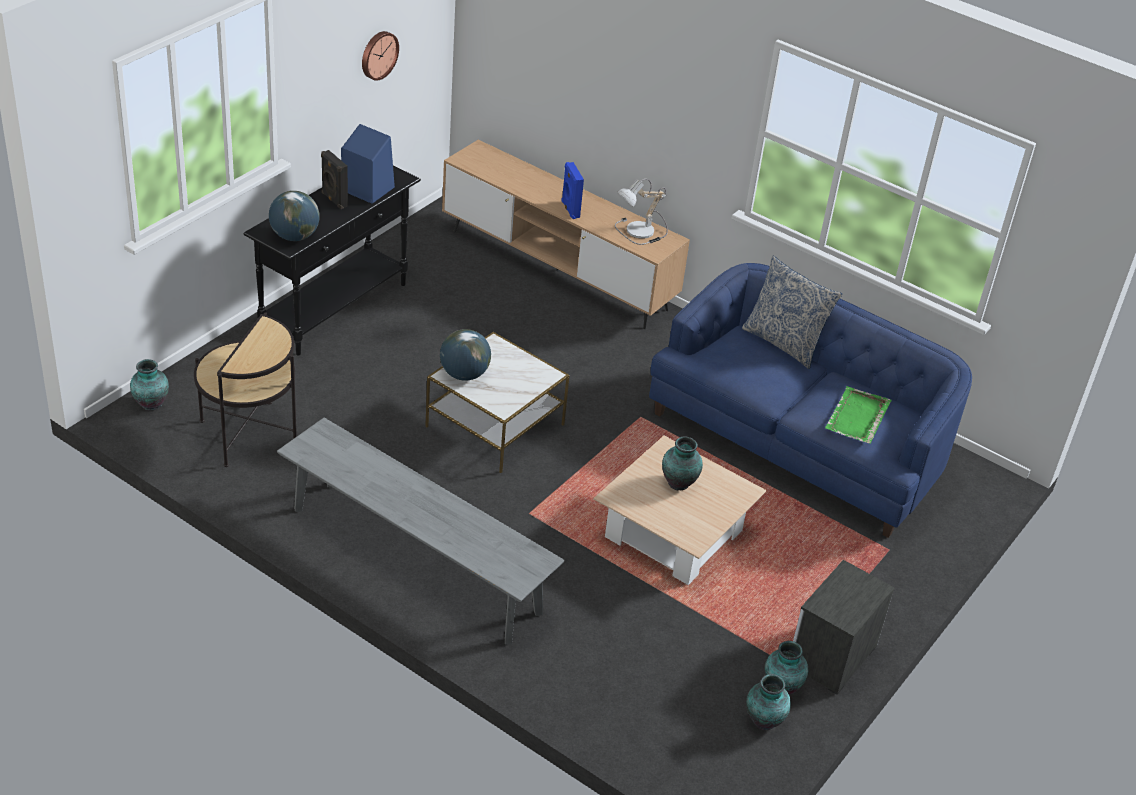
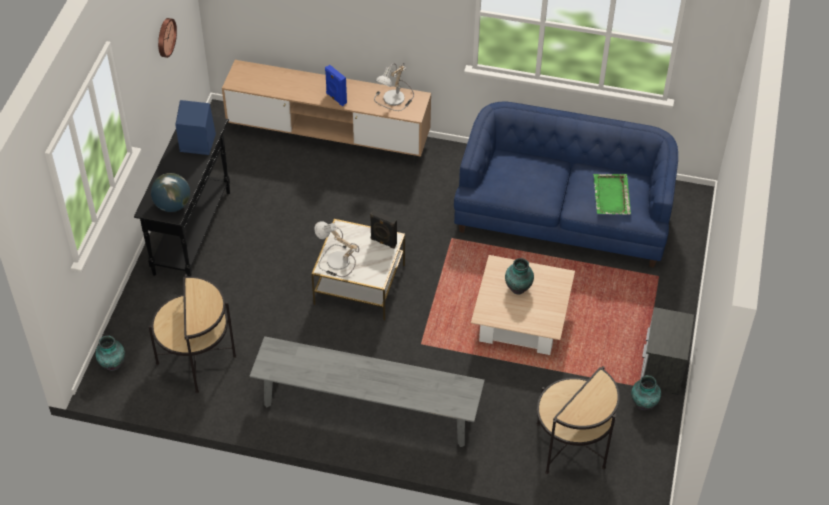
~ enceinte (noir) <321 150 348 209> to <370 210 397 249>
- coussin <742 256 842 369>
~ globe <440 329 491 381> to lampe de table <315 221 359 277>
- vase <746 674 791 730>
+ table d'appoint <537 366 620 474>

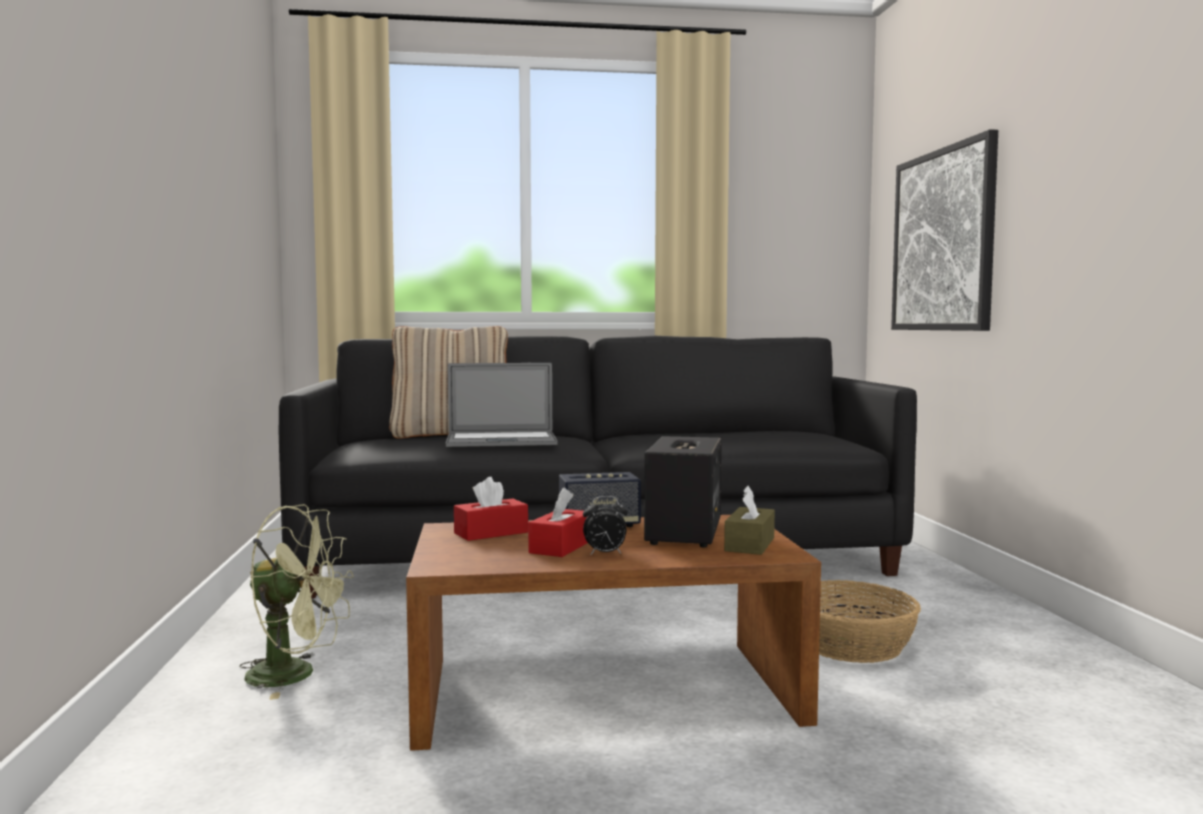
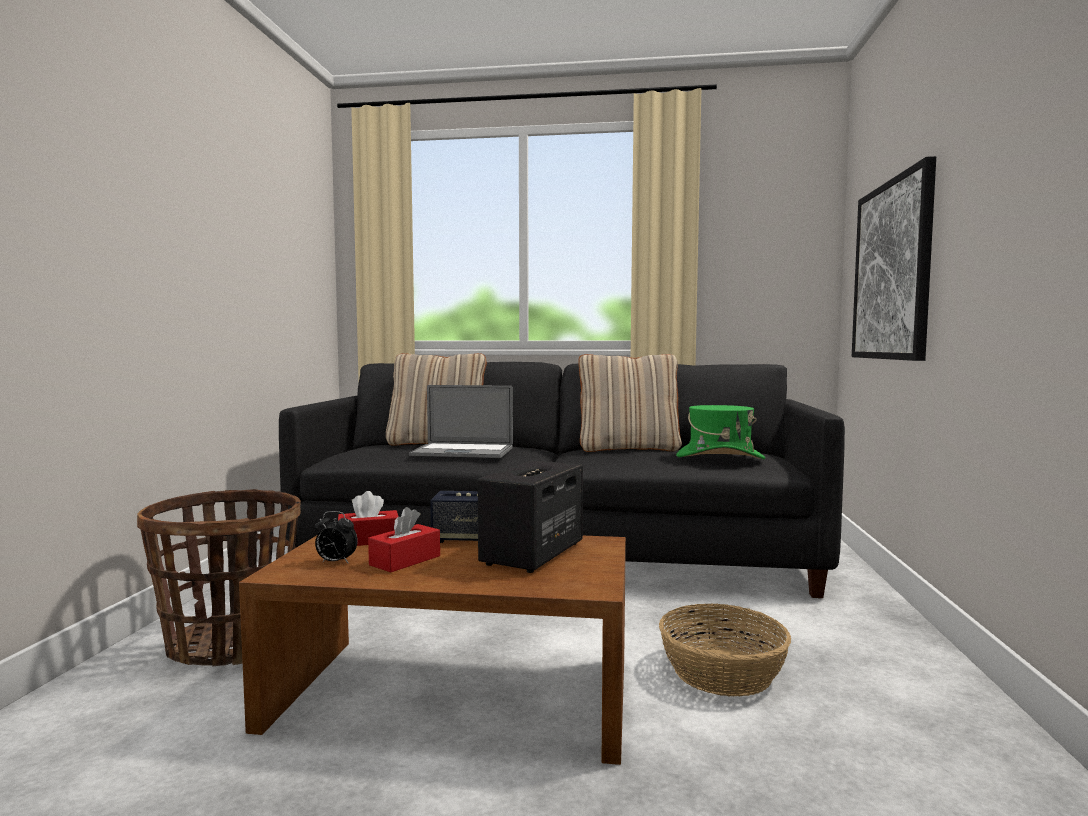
- boîte à mouchoirs (marron) <724 486 775 555>
~ réveil <583 496 627 555> to <315 511 358 563>
~ ventilateur (vert) <239 504 354 700> to panier <137 489 301 667>
+ coussin (beige) <578 354 682 452>
+ chapeau (vert) <676 405 765 459>

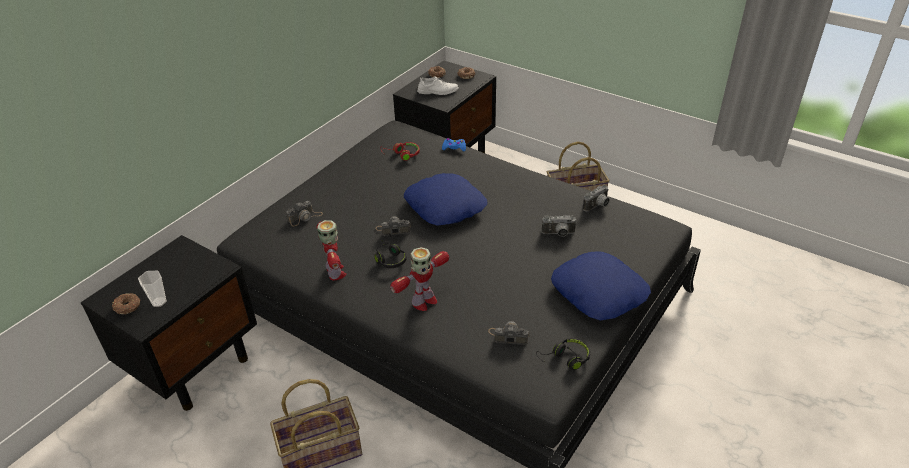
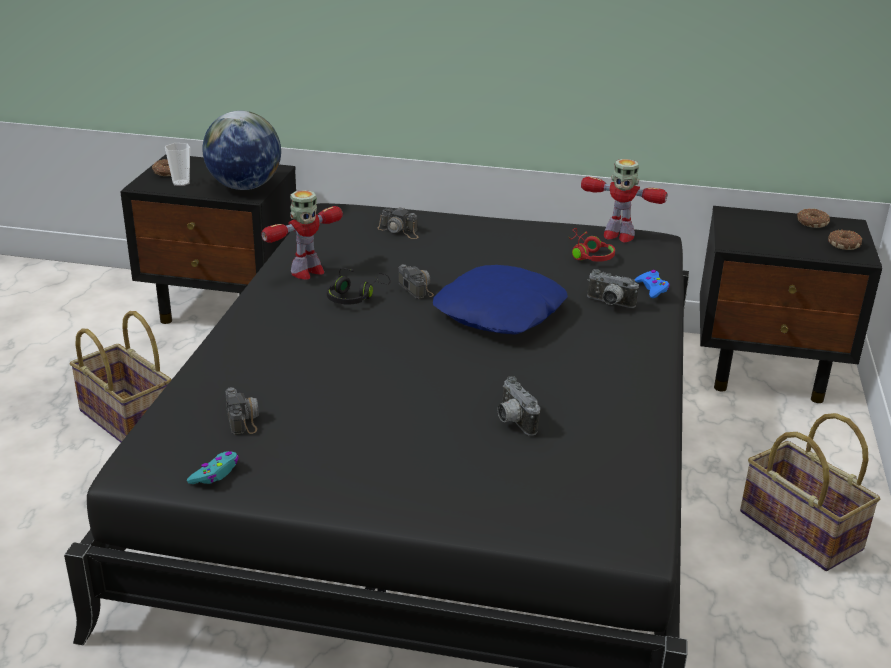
- chaussure (blanc) <417 76 459 95>
~ appareil photo <583 185 610 212> to <587 269 639 308>
~ robot jouet <390 247 449 311> to <581 159 667 242>
- coussin (bleu) <551 251 651 321>
~ casque audio (noir) <536 338 590 370> to manette (turquoise) <187 451 239 484>
+ globe <202 111 281 190>

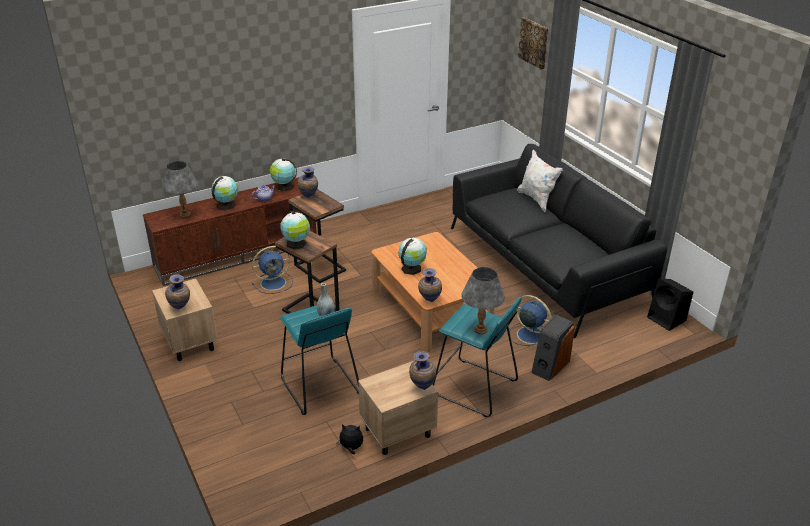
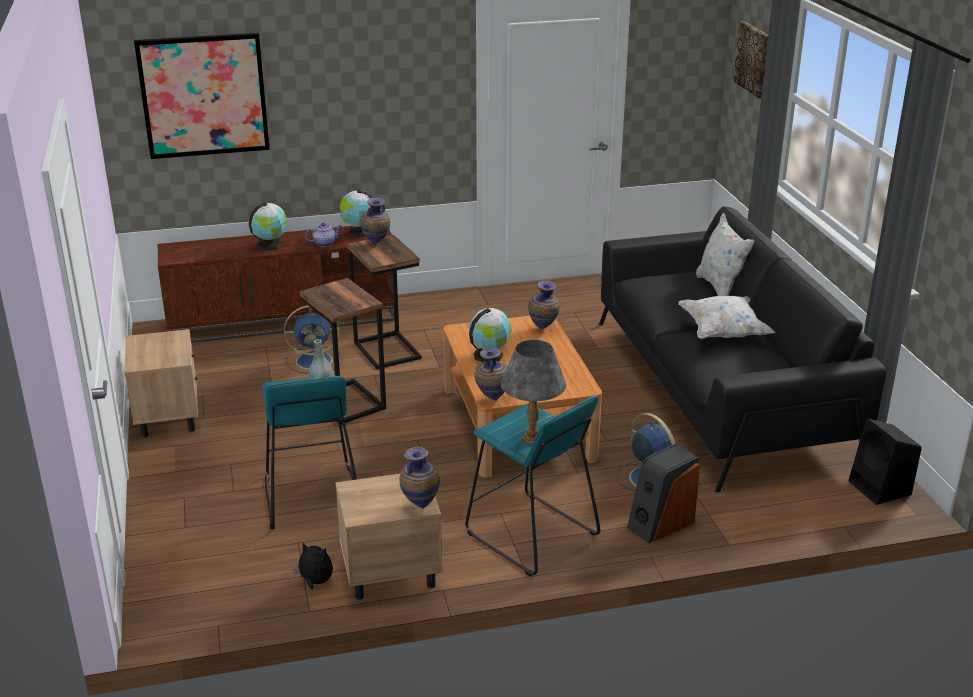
- lampe de table (gris) <162 161 198 217>
- globe <280 211 310 249>
~ vase <165 275 190 309> to <528 281 560 329>
+ tableau <134 33 270 159>
+ coussin (blanc) <679 296 775 340>

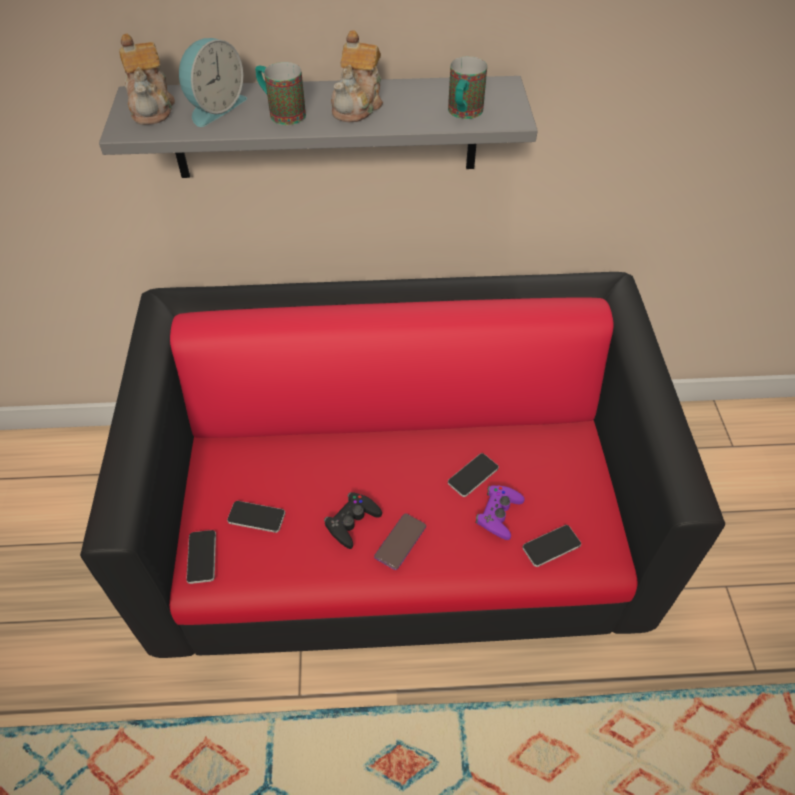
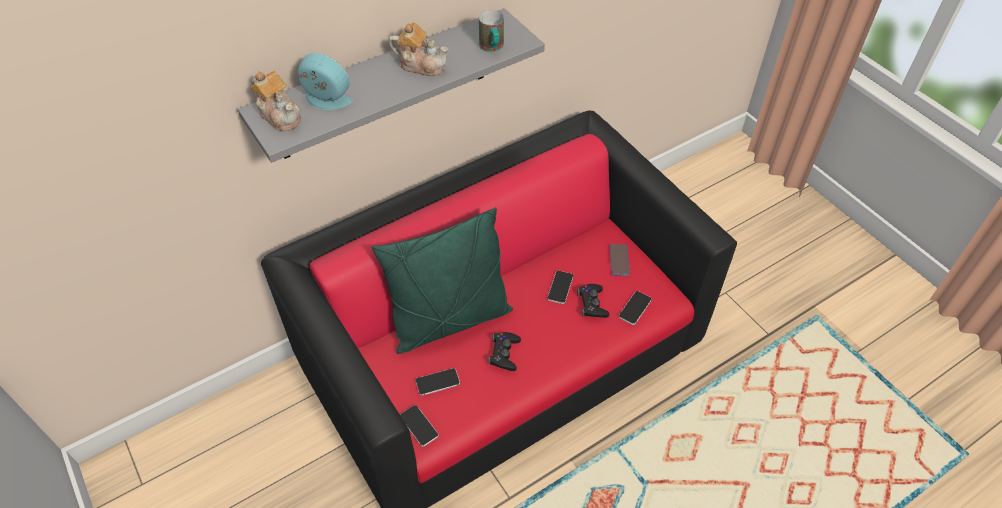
~ théière <331 31 383 122> = <389 22 449 76> 60 degrees counterclockwise
~ réveil <179 38 247 127> = <298 53 353 110> 75 degrees counterclockwise
- mug <255 62 306 125>
~ manette (violet) <476 485 525 540> to manette (noir) <577 284 609 318>
~ téléphone <374 513 426 570> to <609 244 630 276>
+ coussin (vert) <372 208 513 354>

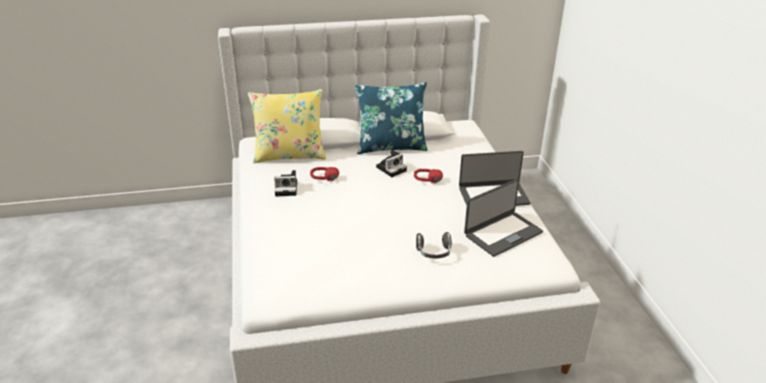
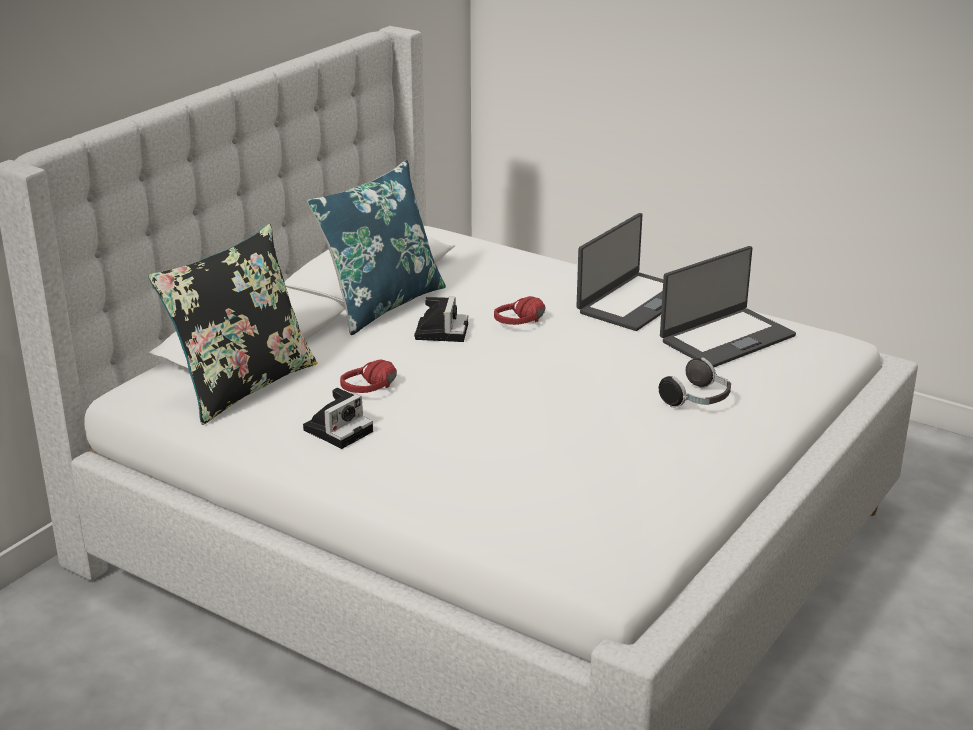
~ coussin (jaune) <248 89 326 163> to coussin (noir) <148 224 317 425>
~ ordinateur portable <464 179 543 257> = <660 246 796 367> 45 degrees clockwise

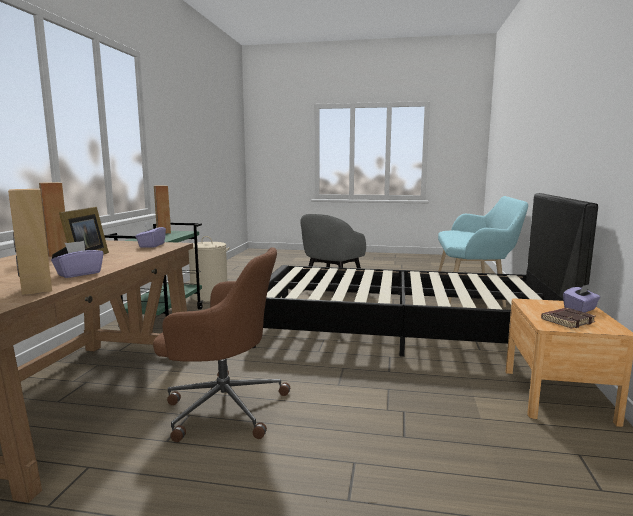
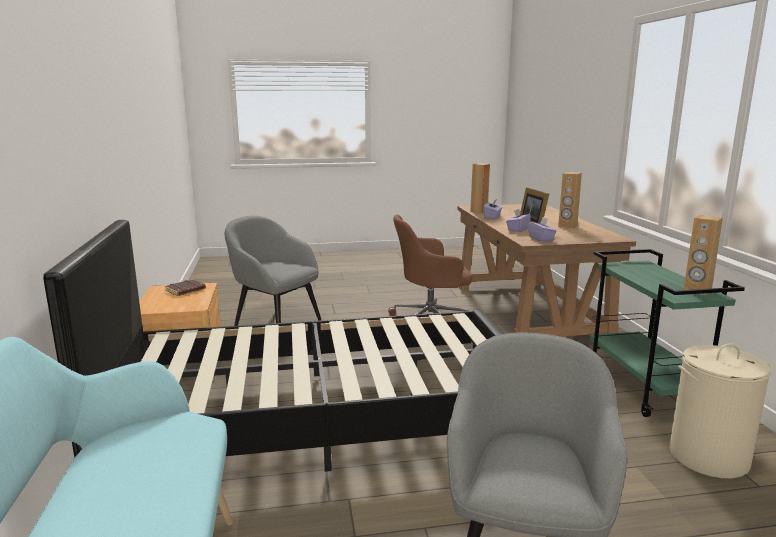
~ boîte à mouchoirs (violet) <563 284 601 313> to <506 209 531 232>
+ fauteuil (gris) <225 216 321 326>

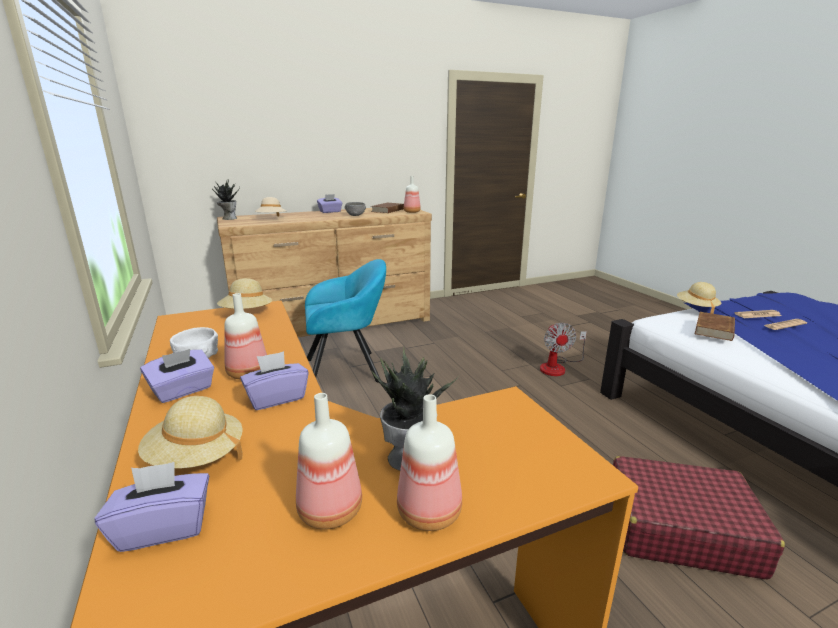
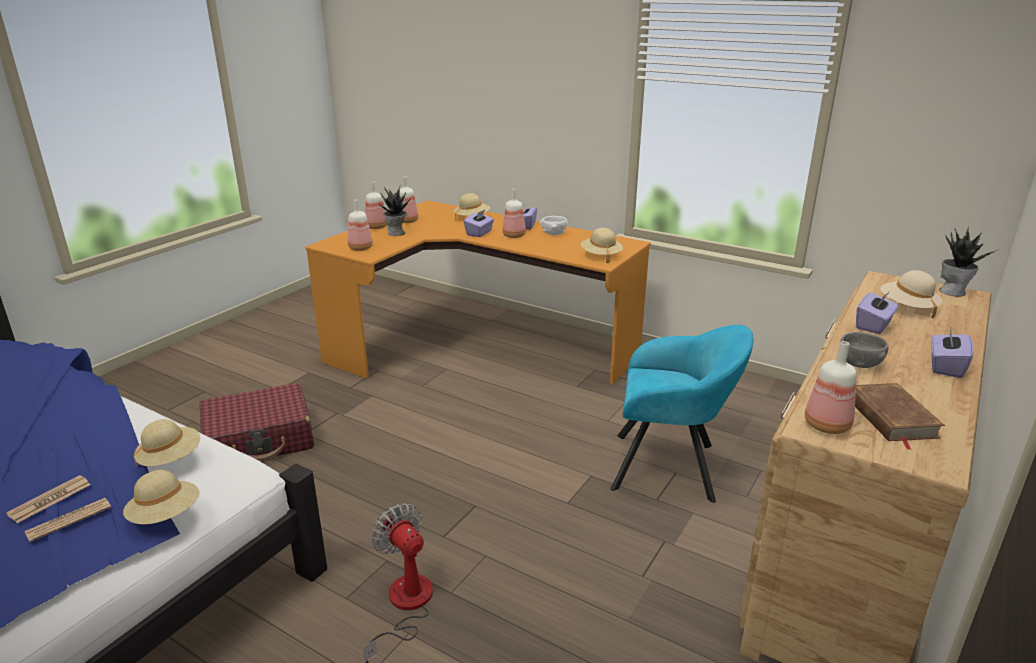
~ fauteuil (turquoise) <305 259 386 383> = <611 325 753 503> 120 degrees counterclockwise
~ livre (marron) <695 312 735 341> to chapeau (beige) <134 419 200 467>
~ boîte à mouchoirs (violet) <94 462 209 552> to <856 291 898 334>
+ bouteille <348 199 373 251>

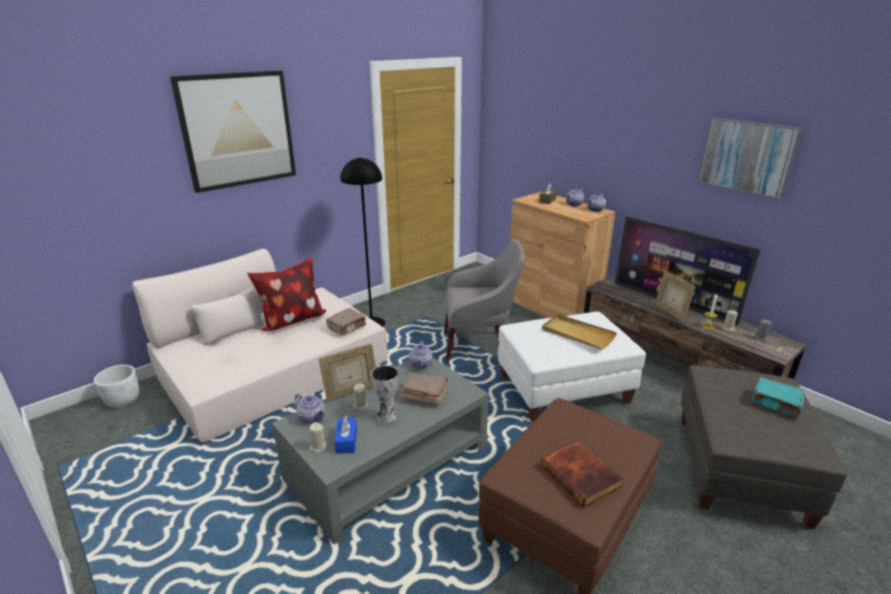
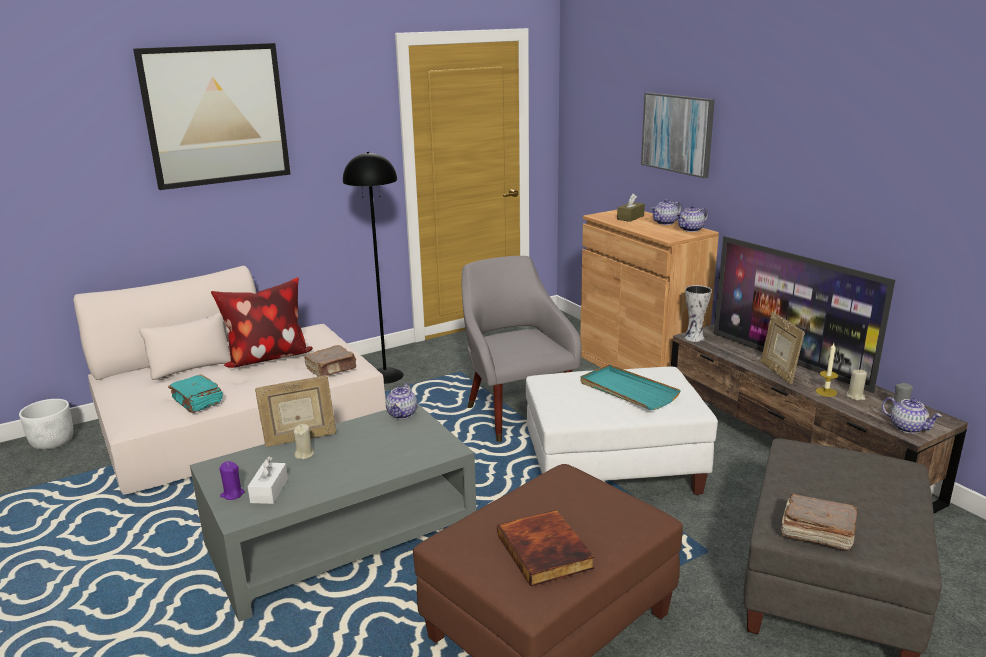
~ tableau <698 118 803 199> to <641 92 715 178>
~ fauteuil (gris) <444 239 525 364> = <462 256 582 442> 120 degrees counterclockwise
~ plateau (beige) <542 314 617 350> to plateau (turquoise) <580 364 681 410>
~ vase <371 365 398 424> to <684 285 712 342>
~ livre (marron) <401 373 448 405> to <780 493 857 550>
~ livre (turquoise) <752 377 804 419> to <168 375 223 413>
~ théière <295 394 325 424> to <882 397 942 434>
~ boîte à mouchoirs (bleu) <334 415 357 454> to boîte à mouchoirs (blanc) <248 456 288 504>
~ bougie (beige) <309 423 327 453> to bougie (violet) <219 461 245 500>

